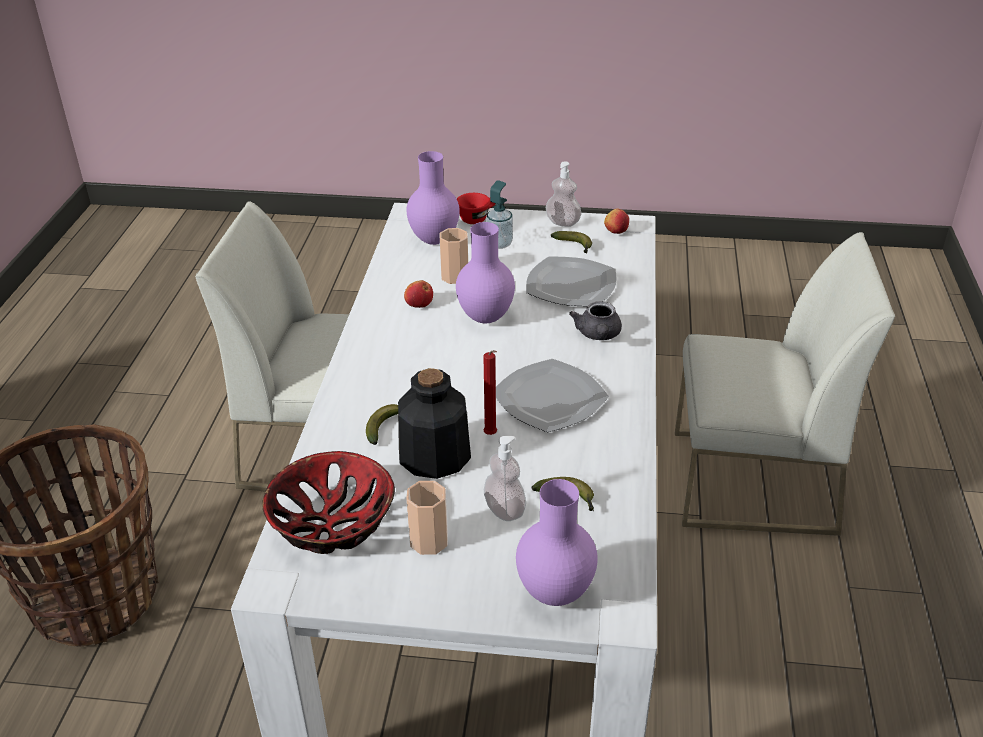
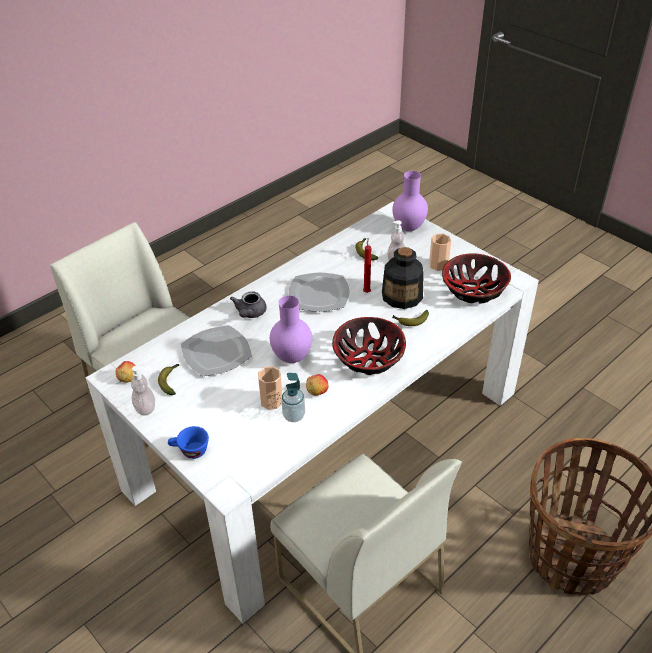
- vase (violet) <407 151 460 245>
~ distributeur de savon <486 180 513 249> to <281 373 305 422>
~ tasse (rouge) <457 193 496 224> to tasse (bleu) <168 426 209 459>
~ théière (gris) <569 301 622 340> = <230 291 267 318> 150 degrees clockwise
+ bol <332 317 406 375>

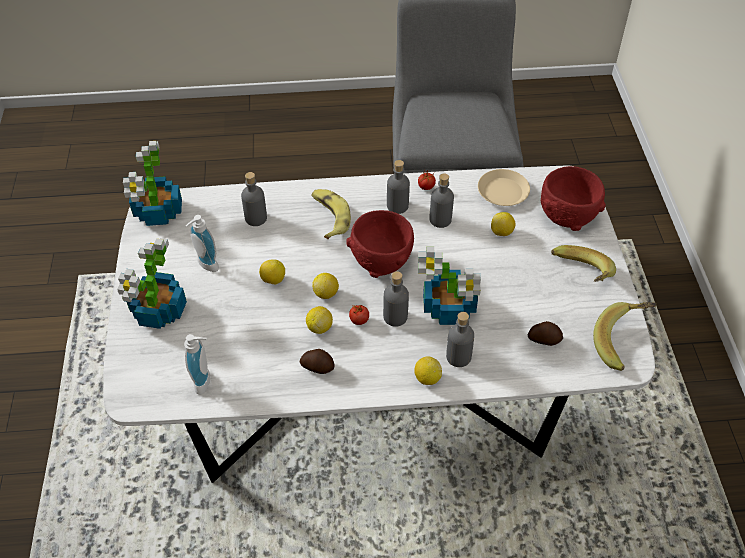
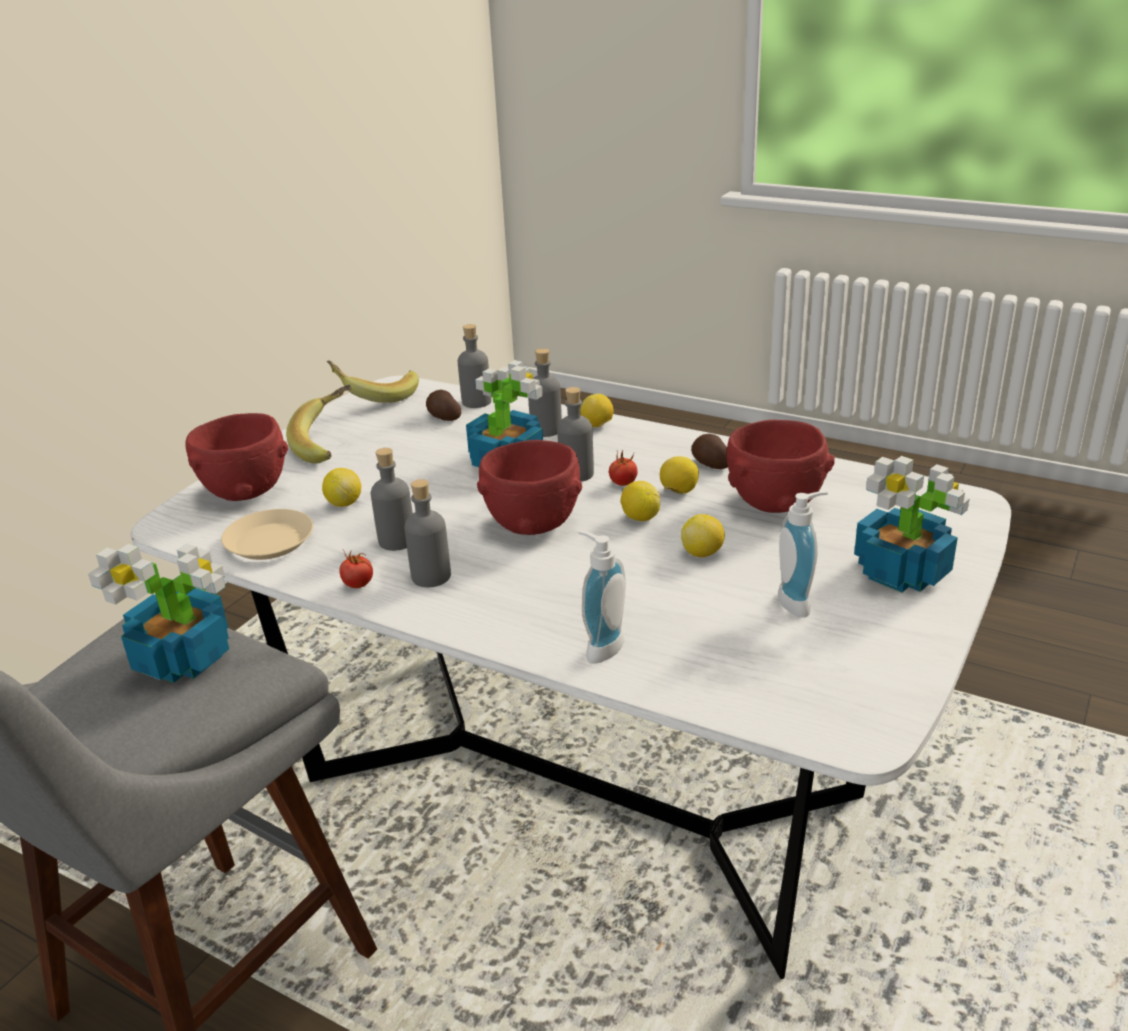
~ plante en pot <123 141 182 226> to <88 544 229 683>
~ bouteille (gris) <241 172 267 226> to <458 324 492 408>
- banane <311 189 351 239>
~ distributeur de savon <184 334 210 395> to <578 531 626 664>
+ bol (rouge) <727 420 835 513>

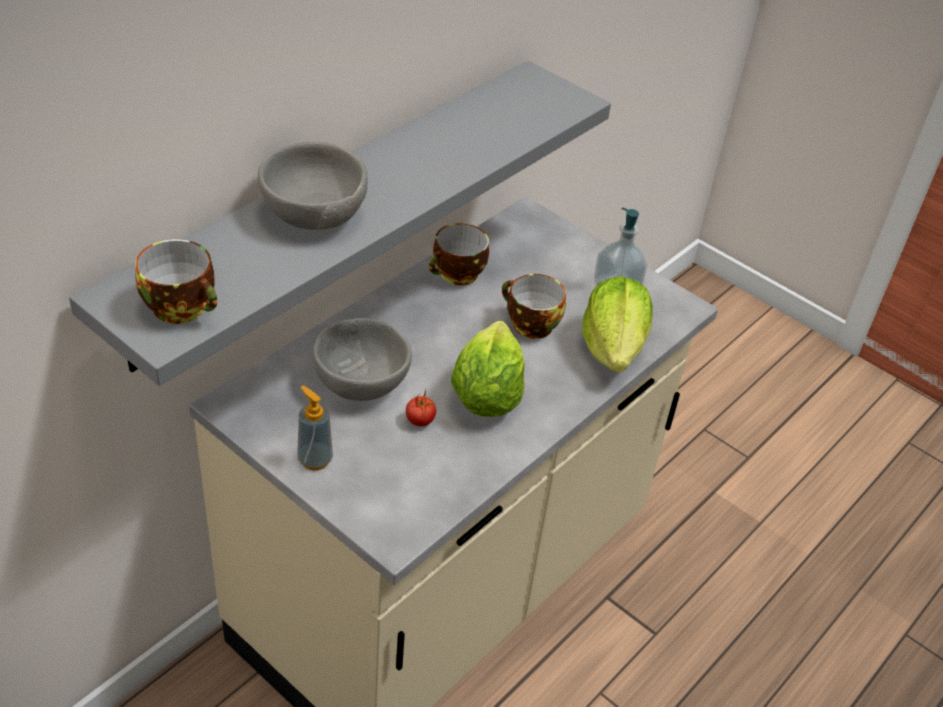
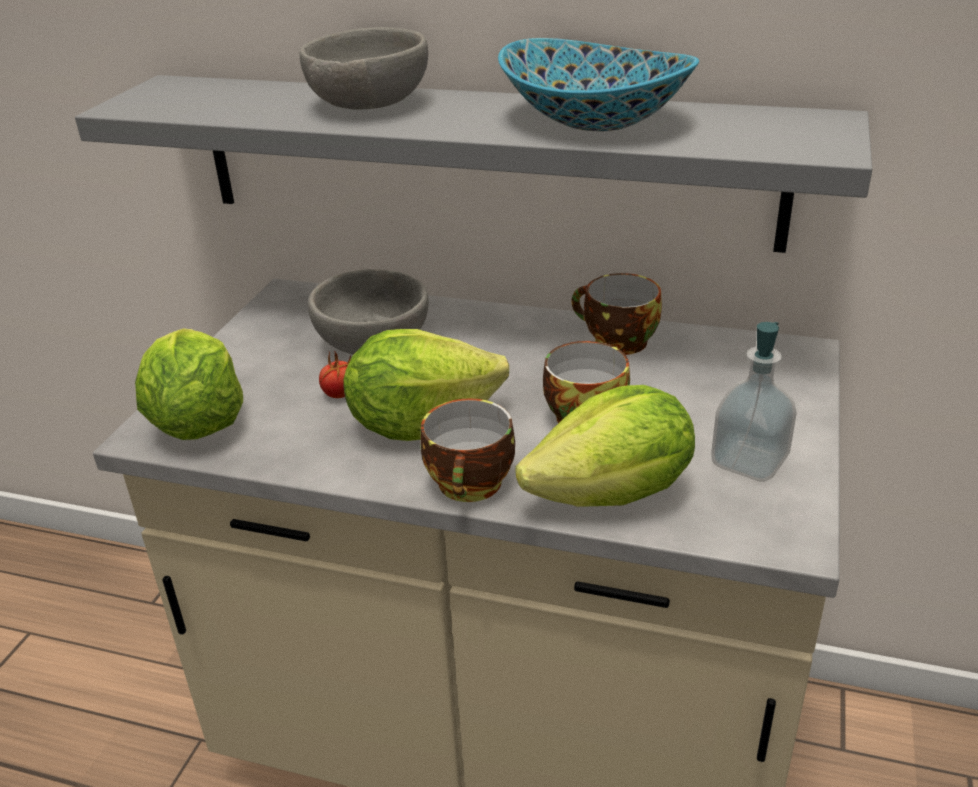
~ tasse <135 239 217 324> to <420 398 515 502>
- distributeur de savon <297 385 333 470>
+ bol <498 38 699 131>
+ laitue <135 328 243 440>

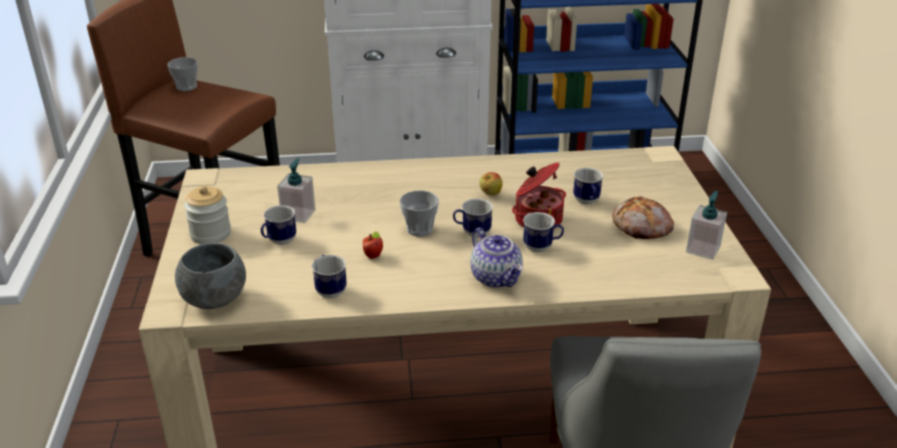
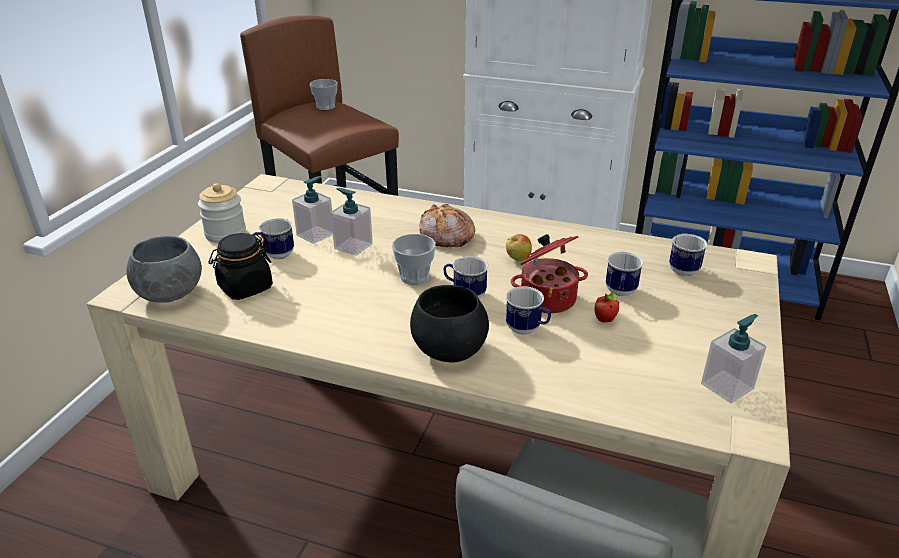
~ pain <612 196 674 239> to <419 204 475 247>
~ théière <470 228 523 288> to bol (noir) <410 285 489 362>
~ pomme <363 231 383 259> to <595 292 619 323>
~ mug <312 255 347 298> to <669 233 707 276>
+ distributeur de savon <331 188 373 256>
+ bocal (noir) <209 233 273 300>

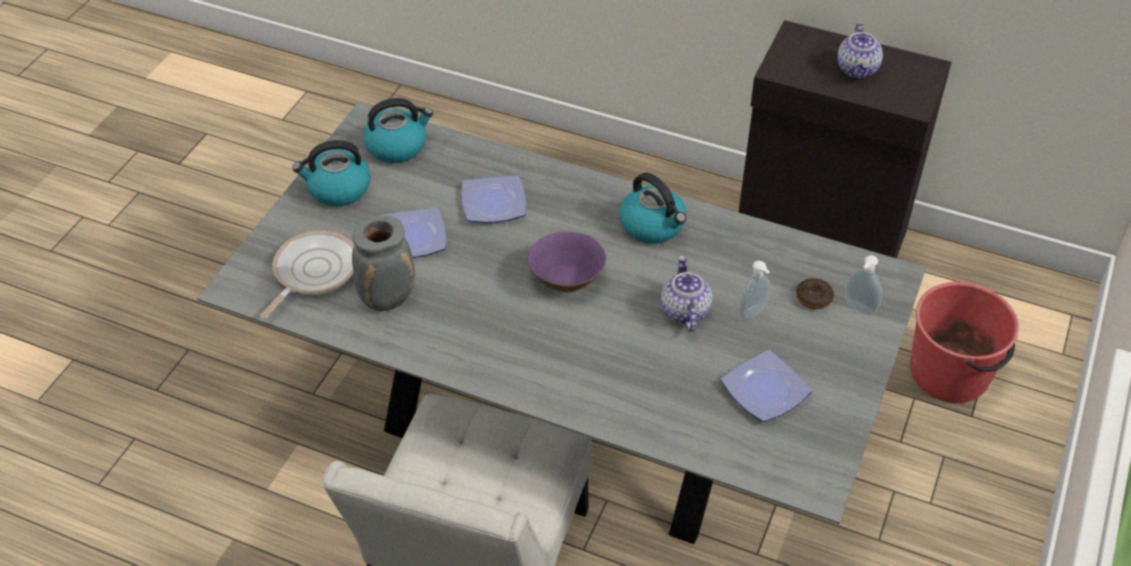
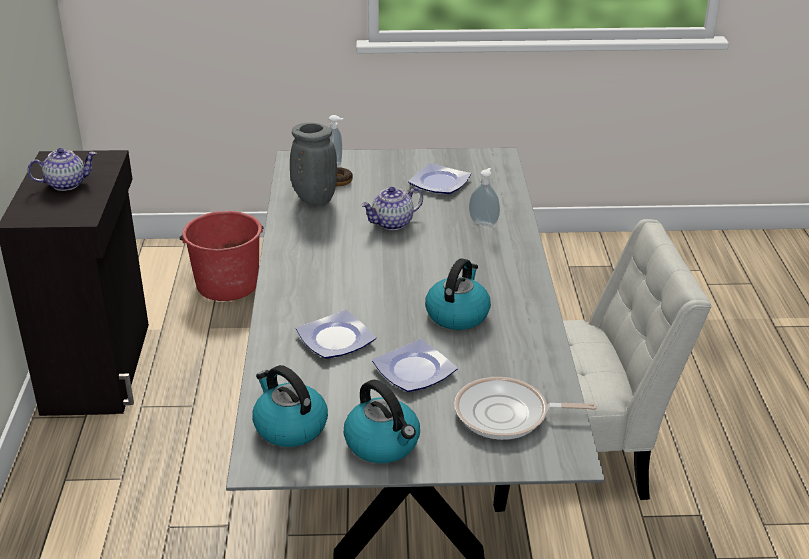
~ bouilloire <619 173 686 244> to <425 258 491 330>
~ vase (gris) <352 216 415 311> to <290 122 337 206>
- bol (violet) <527 232 606 292>
~ distributeur de savon <738 261 770 320> to <469 168 500 226>

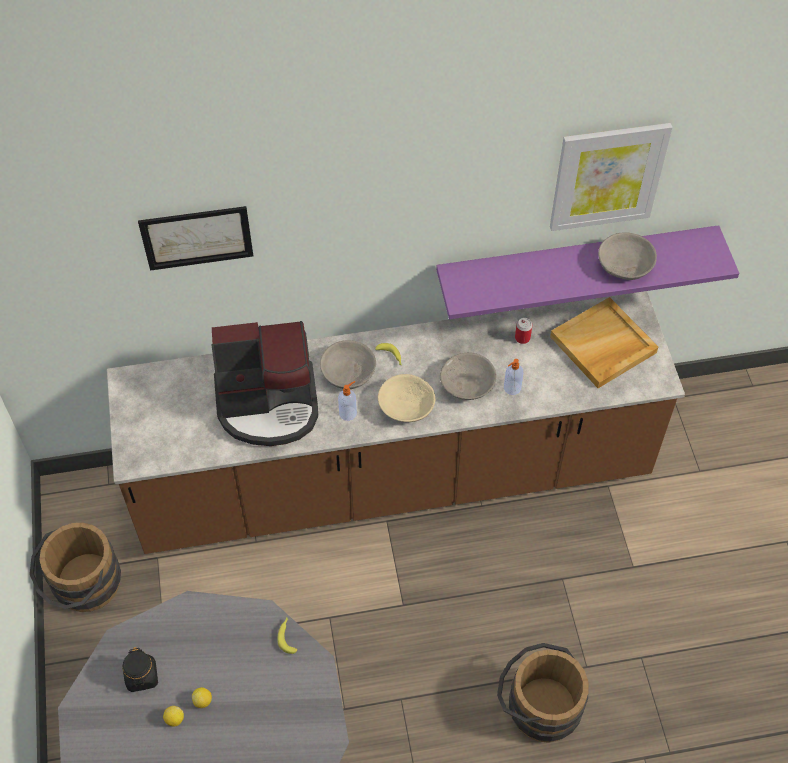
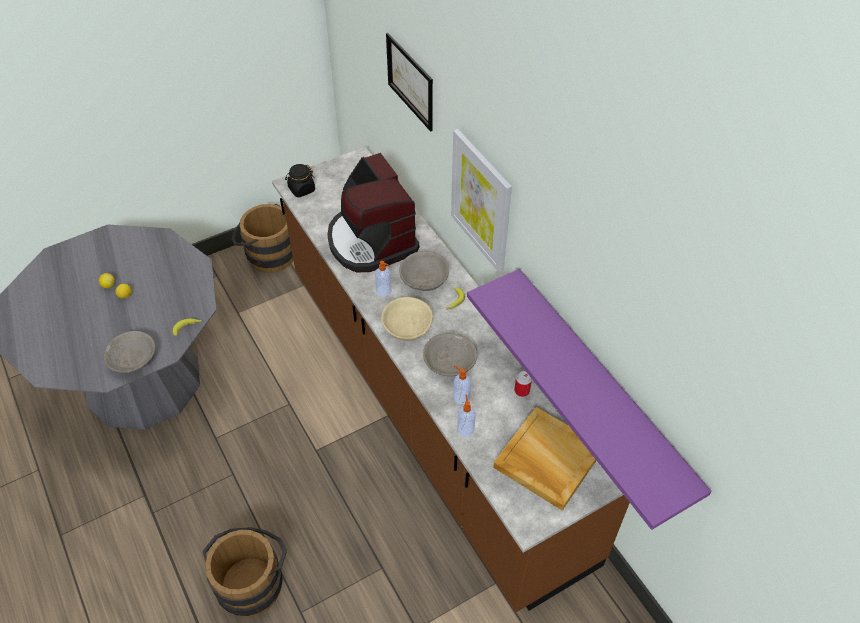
~ tableau <550 123 673 231> to <451 129 512 273>
~ bol (gris) <598 232 657 280> to <103 331 155 373>
~ bocal (noir) <122 647 158 692> to <285 164 315 197>
+ distributeur de savon <457 394 476 437>

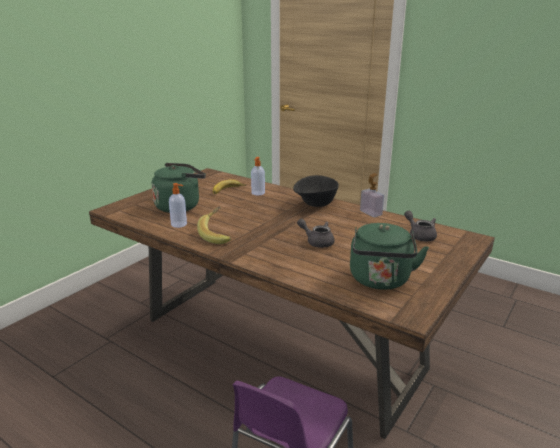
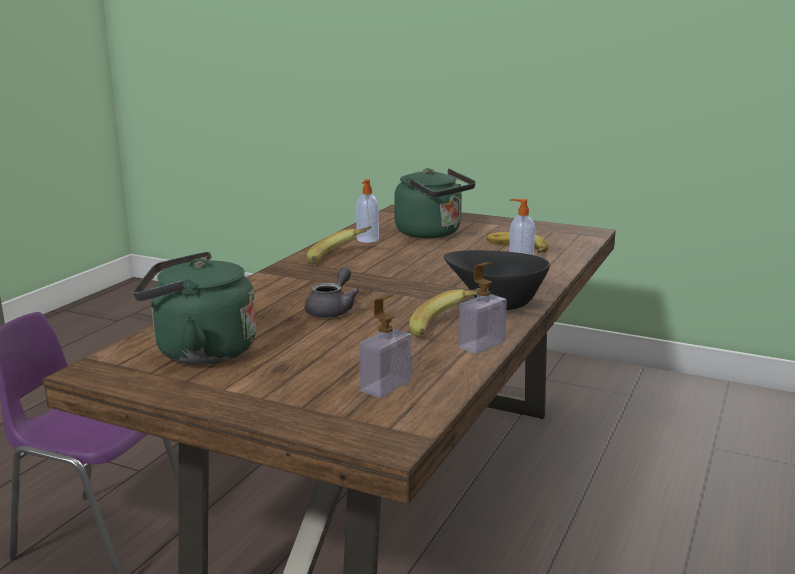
~ théière (gris) <404 211 437 241> to distributeur de savon <359 294 411 398>
+ banane <409 287 489 336>

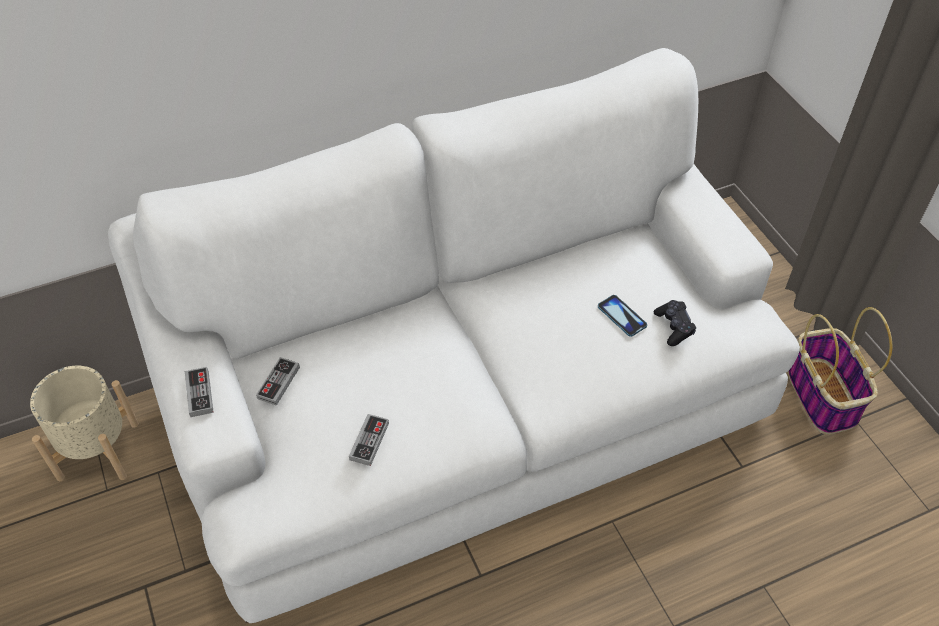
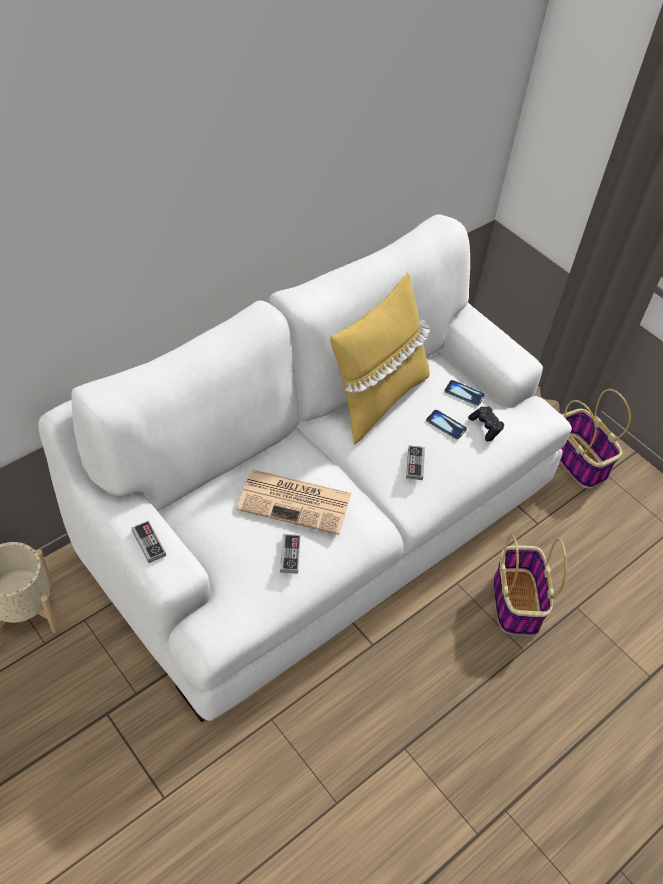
~ manette <256 357 300 406> to <406 445 425 480>
+ coussin (jaune) <330 272 430 445>
+ téléphone <445 380 485 406>
+ journal <237 470 351 535>
+ panier <494 534 567 636>

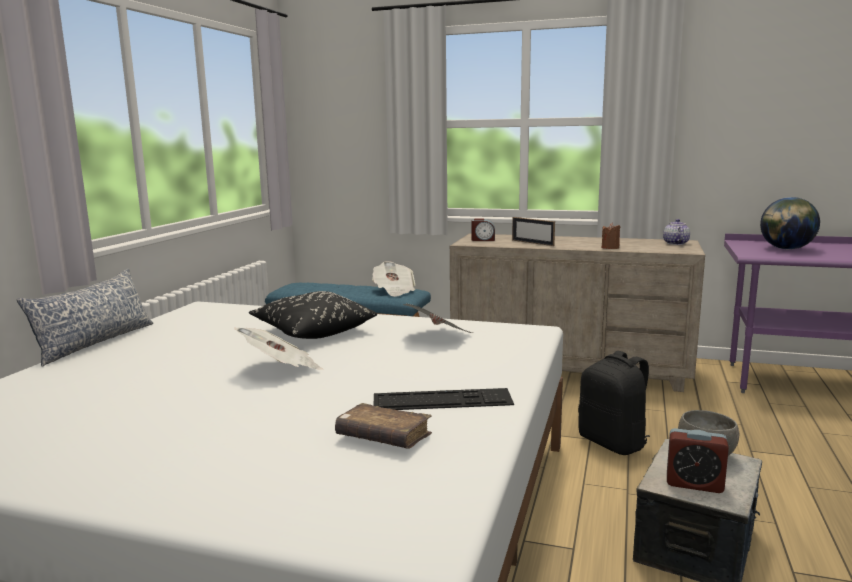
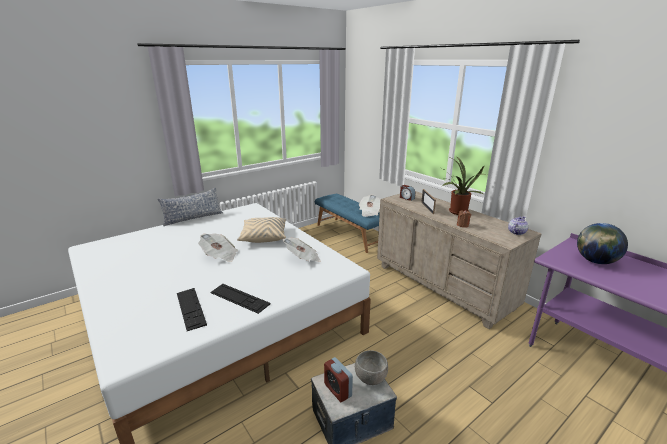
~ coussin (noir) <249 291 377 339> to coussin (beige) <237 217 287 243>
- sac à dos (noir) <578 351 650 455>
~ livre (marron) <335 403 432 448> to clavier <177 288 207 331>
+ plante en pot <439 156 487 215>

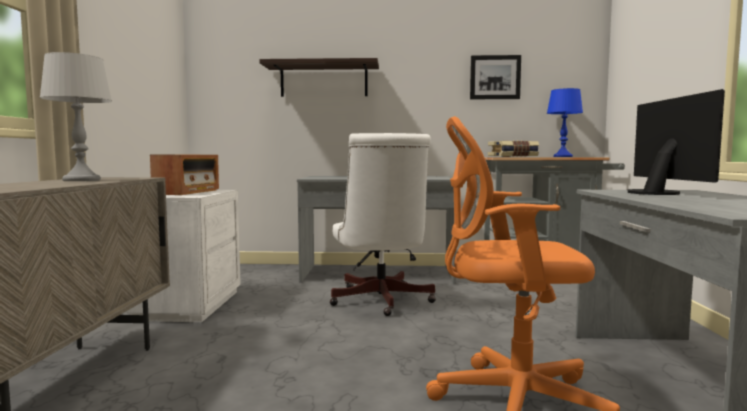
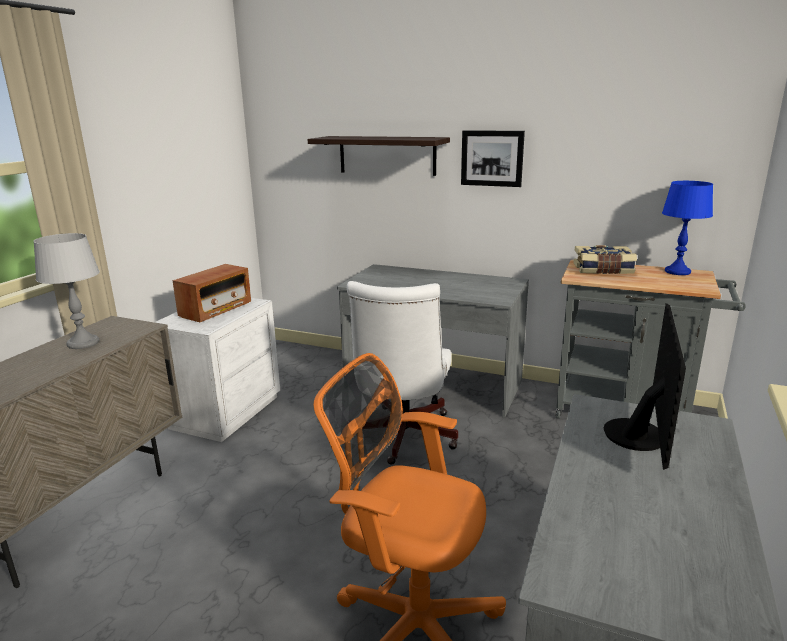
~ tableau <470 55 521 99> to <461 130 525 187>

